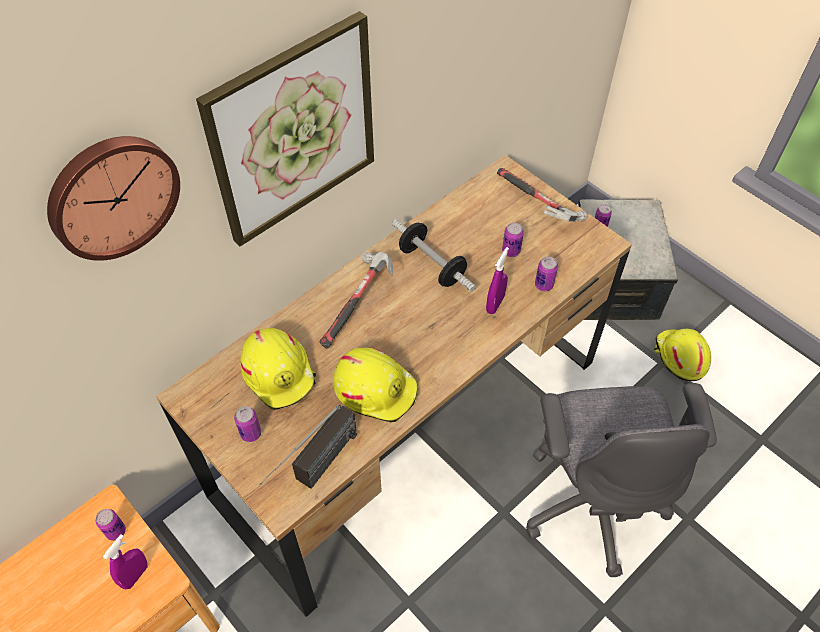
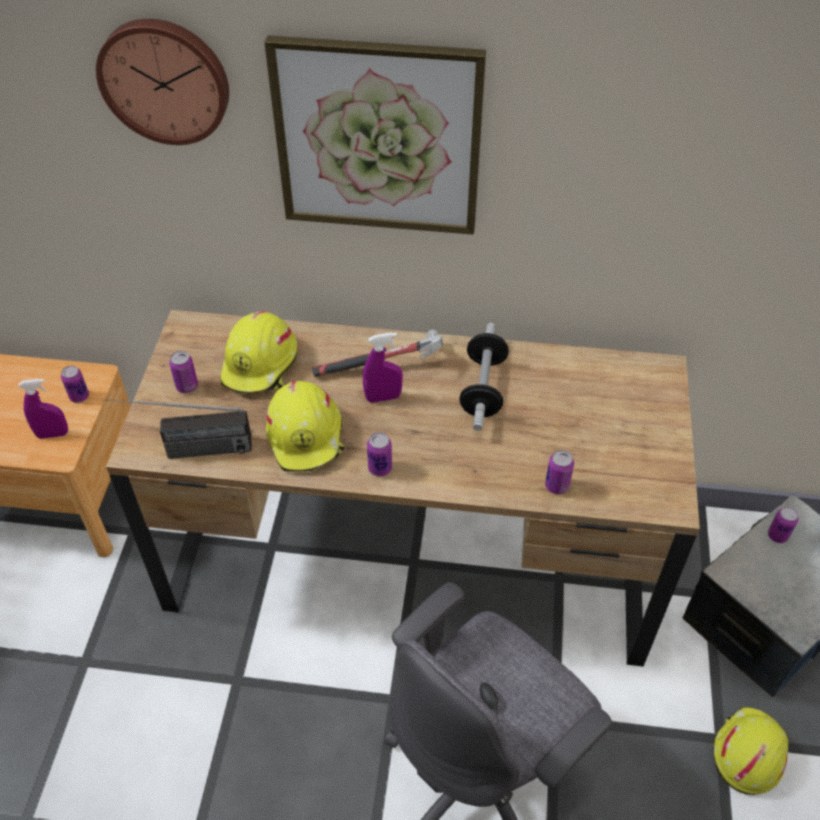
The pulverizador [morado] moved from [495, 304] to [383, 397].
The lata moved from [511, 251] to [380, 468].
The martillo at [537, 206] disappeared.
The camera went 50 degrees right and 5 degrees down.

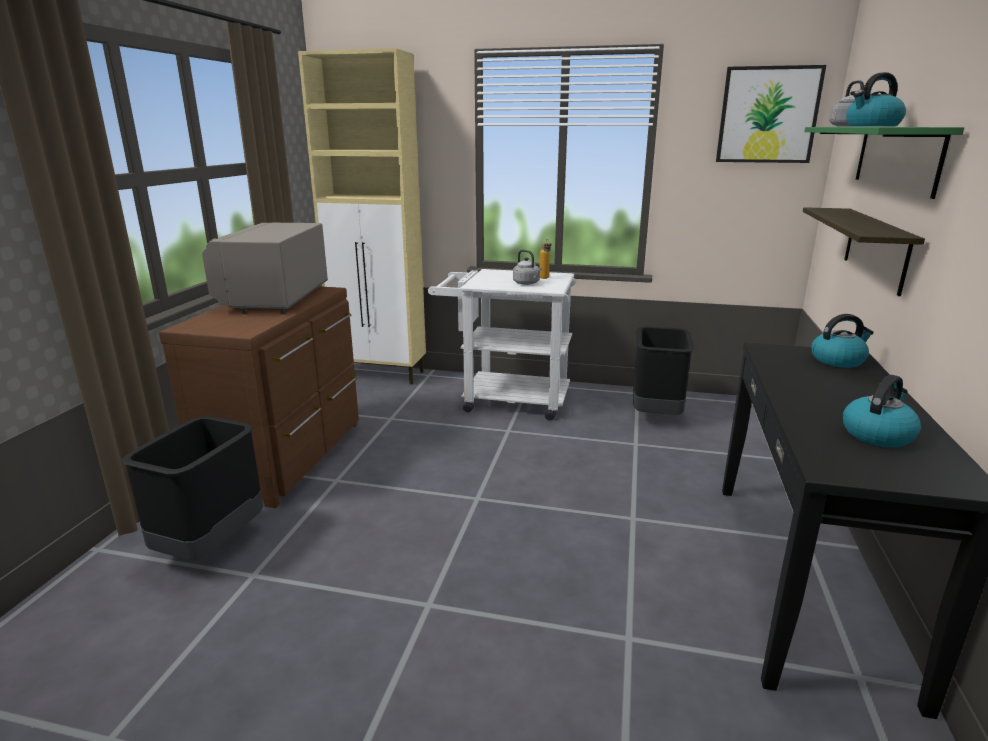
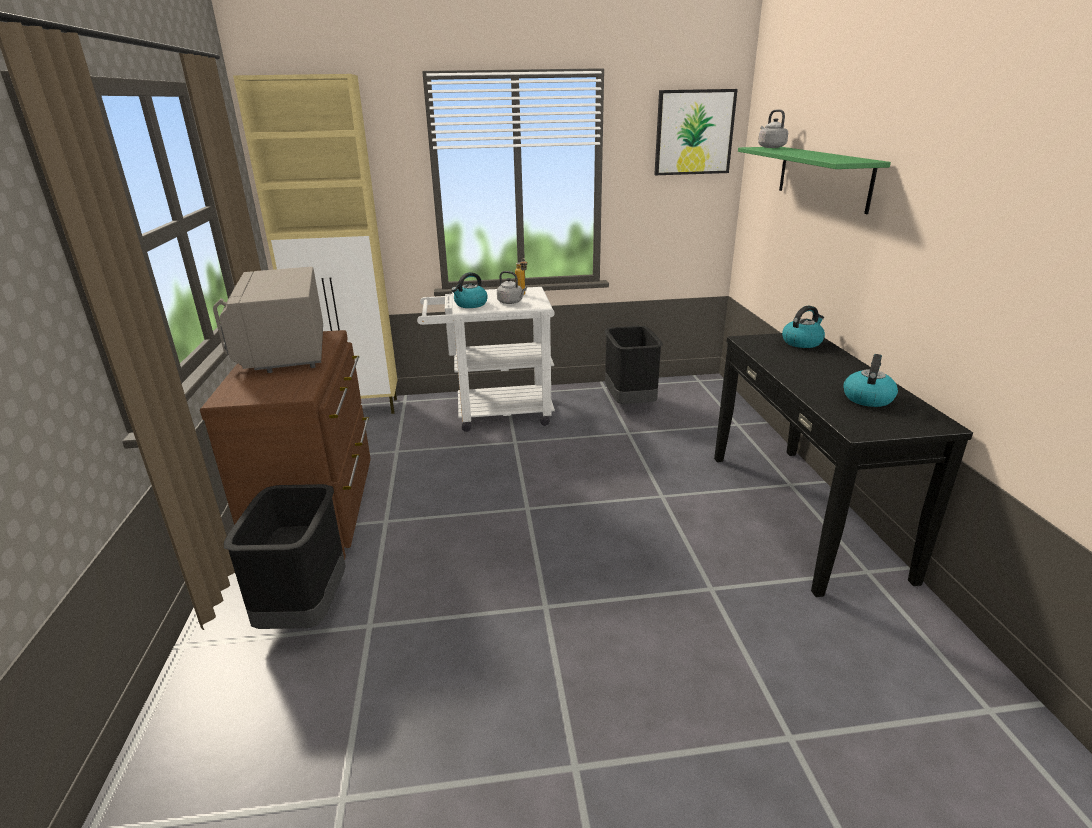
The hervidor moved from [872, 126] to [470, 304].
The estante at [876, 248] disappeared.
The camera went 20 degrees left and 5 degrees up.

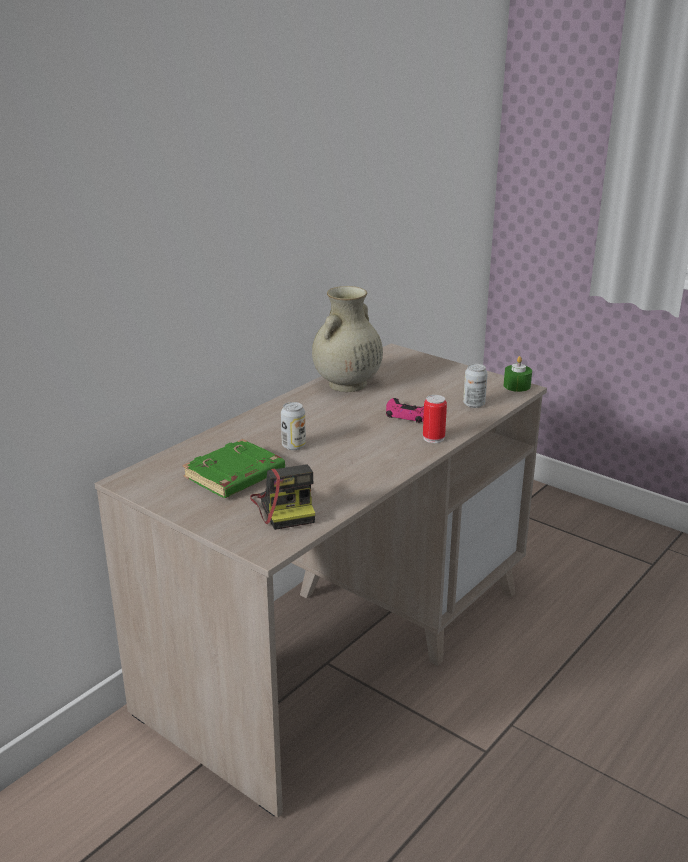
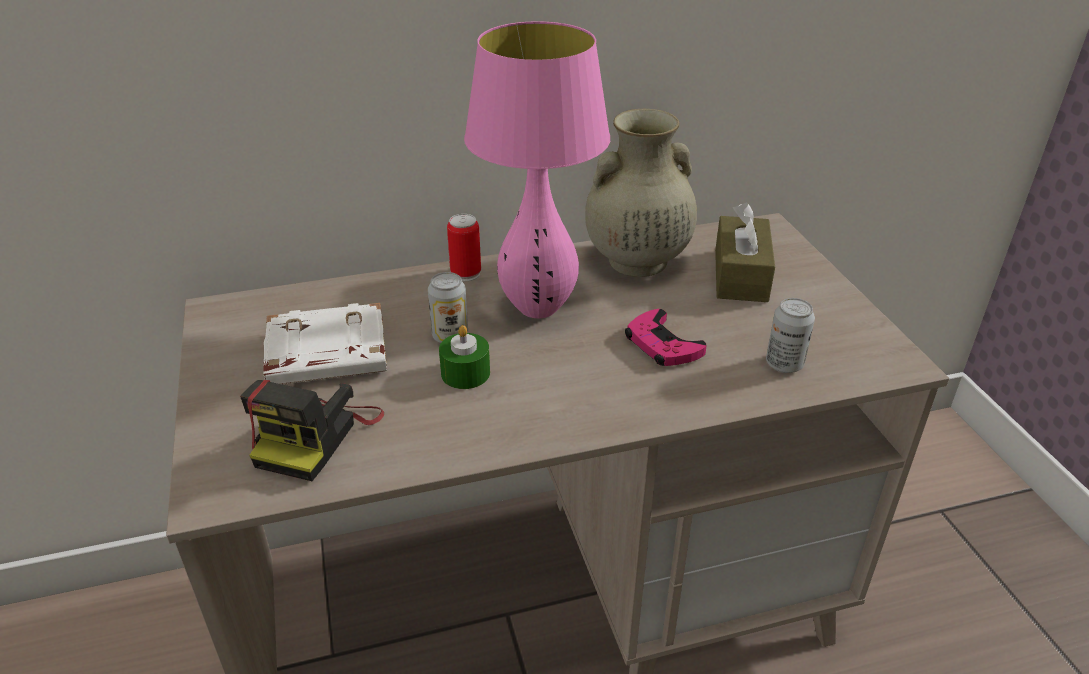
The libro [verde] at [235, 476] became the libro [blanco] at [326, 355].
The vela [verde] moved from [517, 386] to [465, 373].
The lata moved from [433, 438] to [466, 273].
The lámpara de mesa [rosa] at [538, 309] appeared.
The caja de pañuelos [marrón] at [740, 275] appeared.
The camera went 35 degrees right and 10 degrees up.

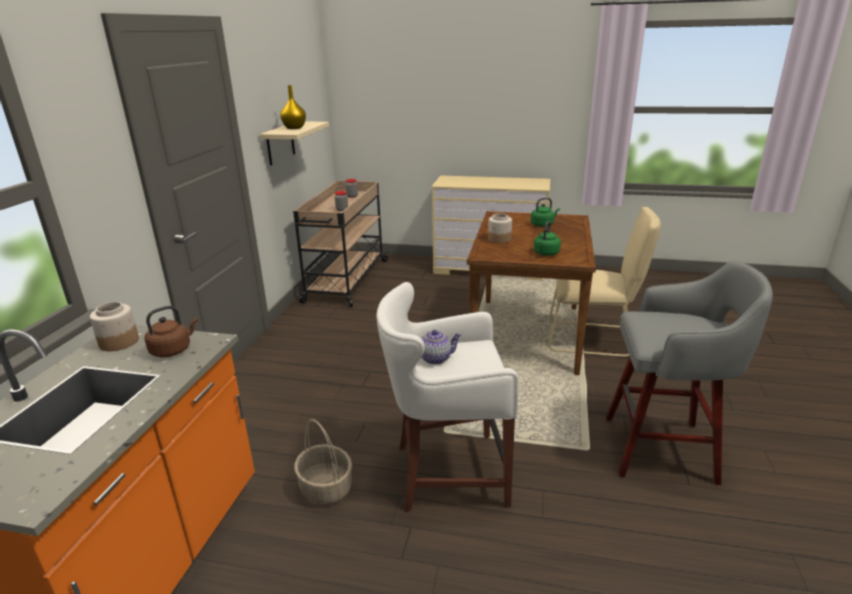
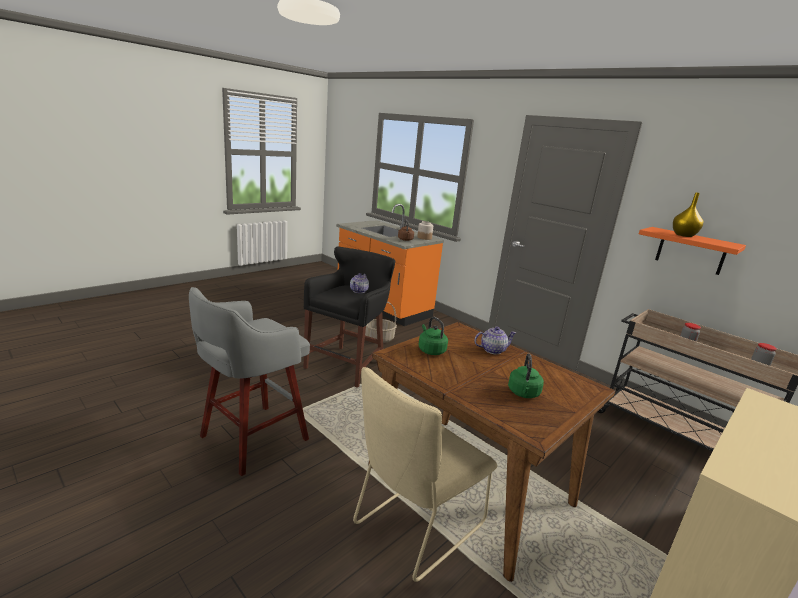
The taburete [blanco] at [446, 472] became the taburete [negro] at [348, 364].
The tarro at [499, 239] was replaced by the tetera at [492, 350].
The estante [beis] at [280, 143] became the estante [naranja] at [691, 251].
The camera went 120 degrees right and 5 degrees down.

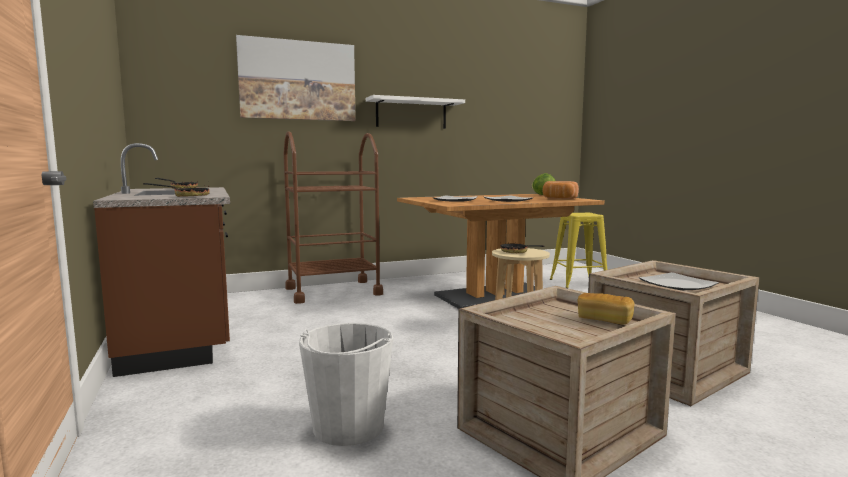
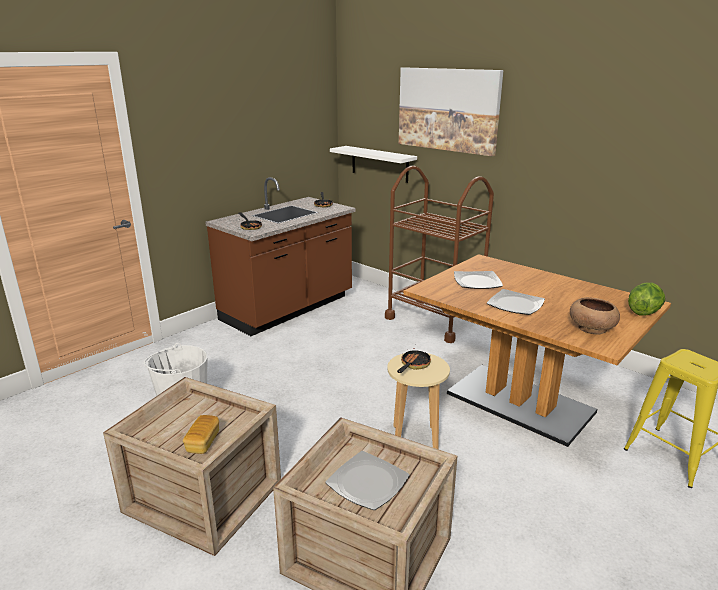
The estante [blanco] moved from [411, 113] to [379, 164].
The pan at [558, 198] was replaced by the cuenco [marrón] at [591, 328].
The camera went 65 degrees right and 15 degrees up.

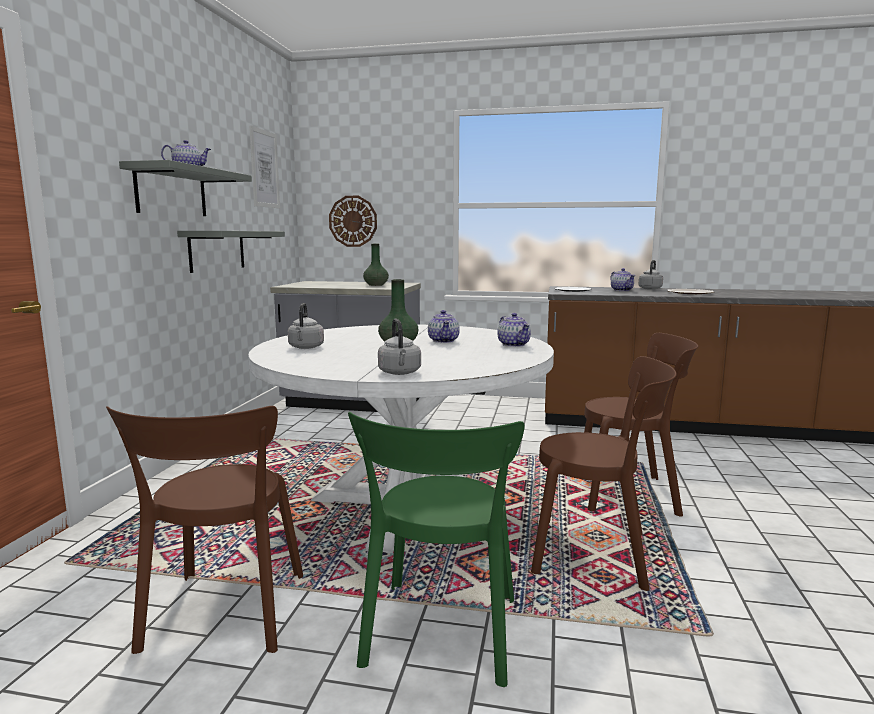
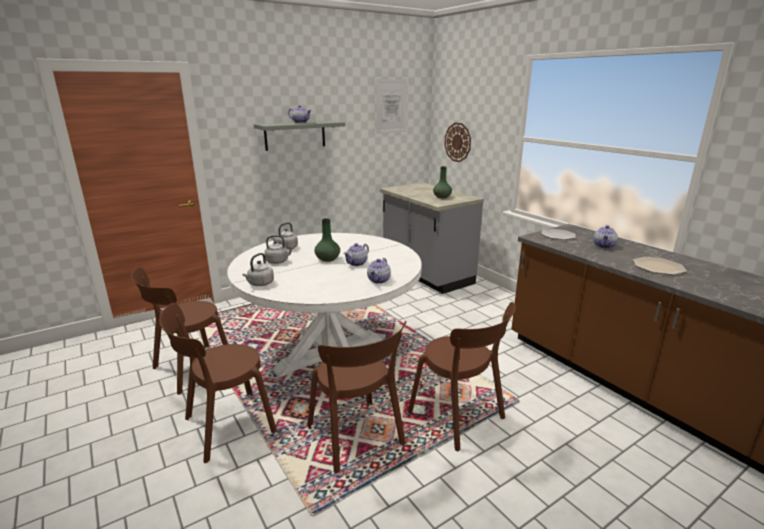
The silla [verde] at [440, 636] became the silla [marrón] at [225, 426].
The hervidor [gris] moved from [650, 288] to [278, 261].
The estante [gris] at [217, 250] disappeared.
The camera went 45 degrees right and 10 degrees up.

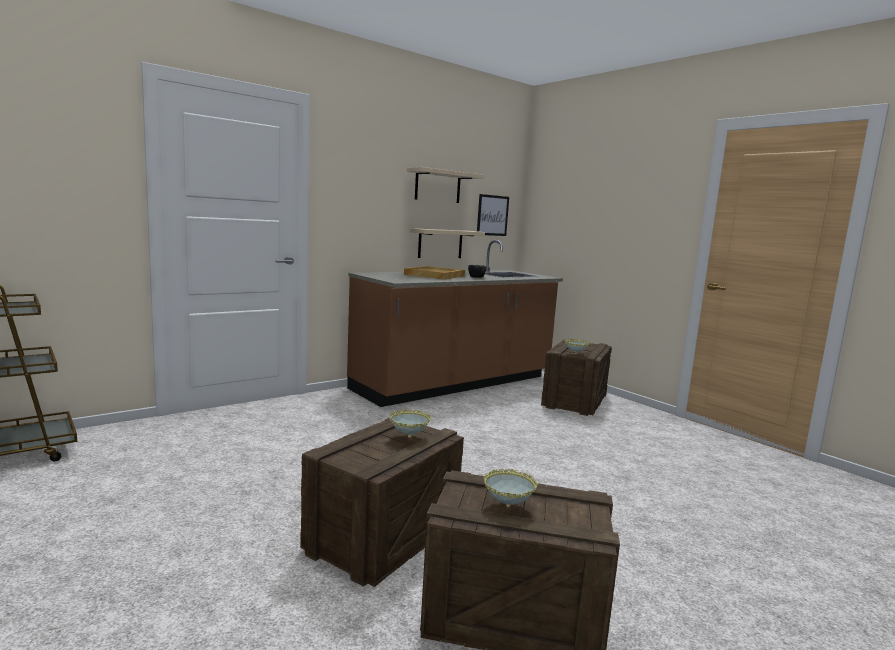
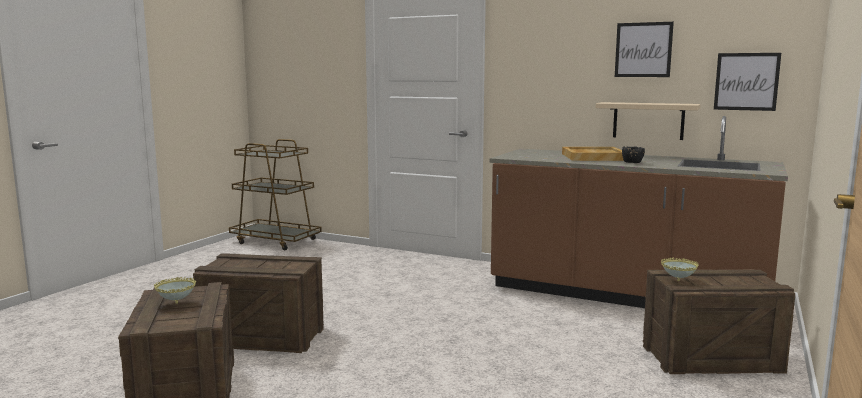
The estante [beis] at [438, 186] was replaced by the cuadro at [643, 50].
The cuenco at [409, 437] disappeared.
The camera went 65 degrees right and 0 degrees up.

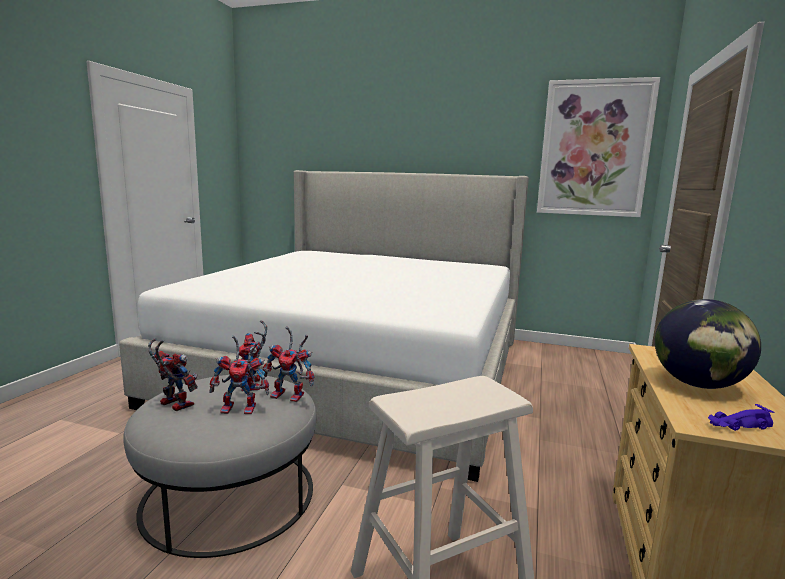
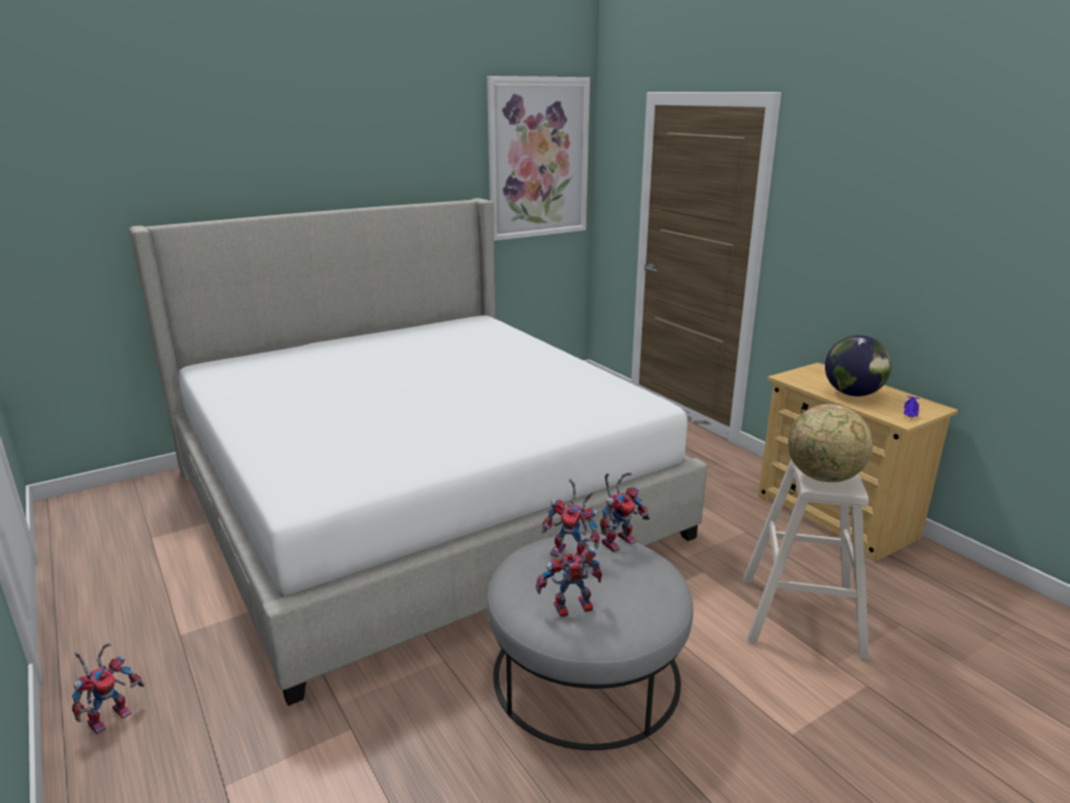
The robot de juguete moved from [242, 408] to [111, 715].
The globo terráqueo at [823, 478] appeared.
The camera went 50 degrees left and 10 degrees up.

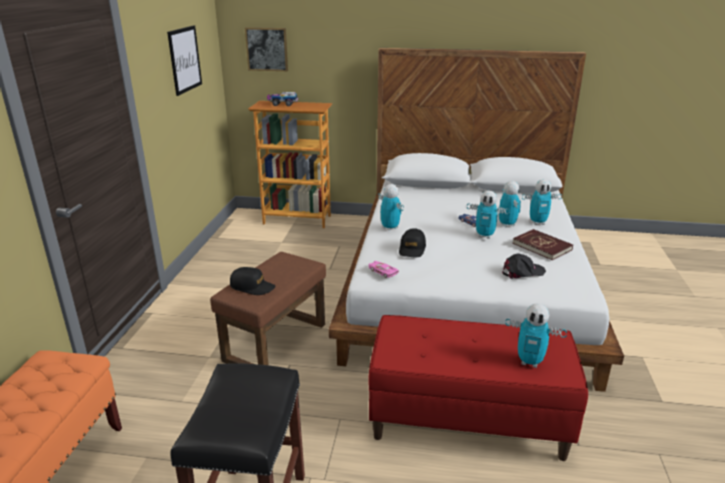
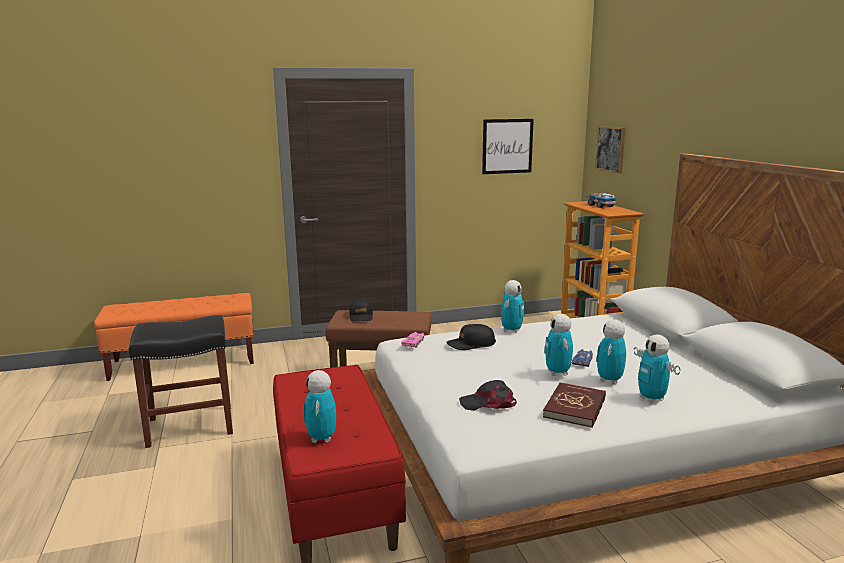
The gorra [negro] at [522, 272] turned 135 degrees clockwise.
The robot de juguete at [507, 224] turned 150 degrees clockwise.
The camera went 65 degrees right and 10 degrees down.

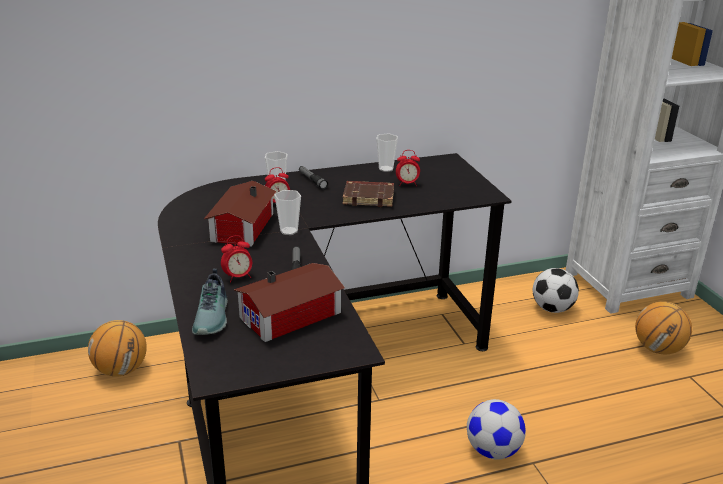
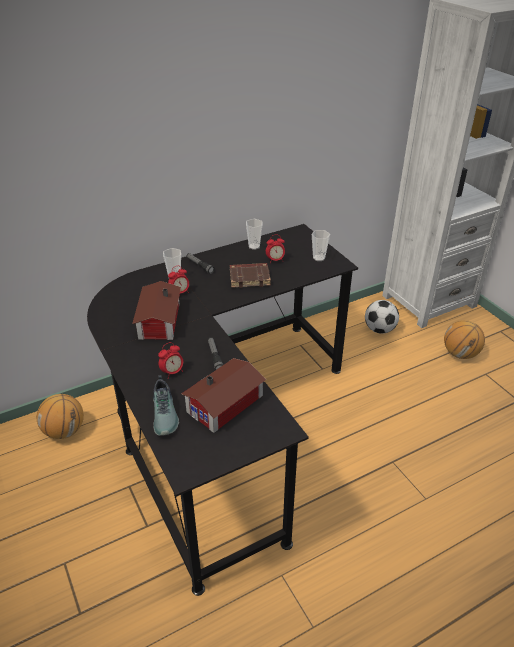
The taza moved from [289, 231] to [319, 258].
The balón de fútbol at [493, 450] disappeared.
The camera went 10 degrees left and 10 degrees up.

